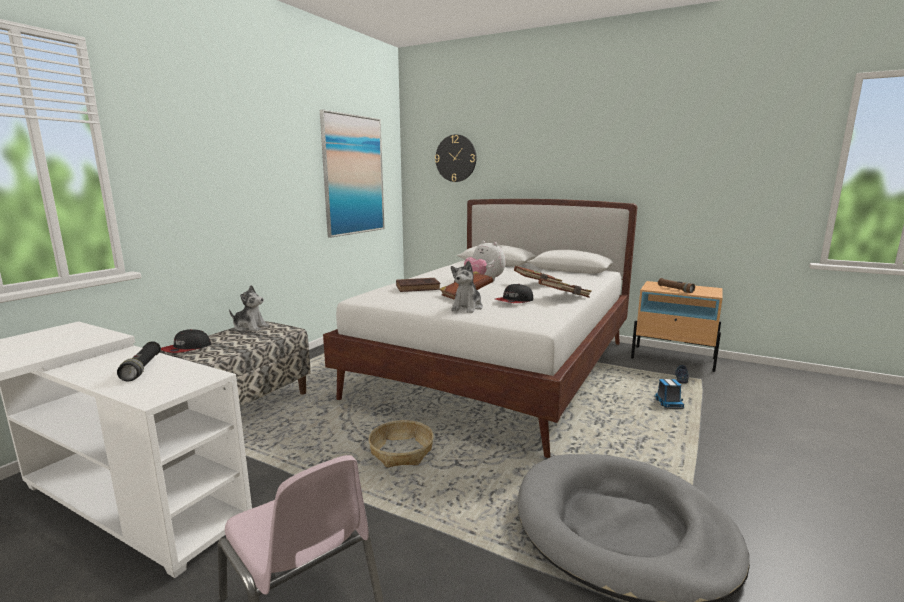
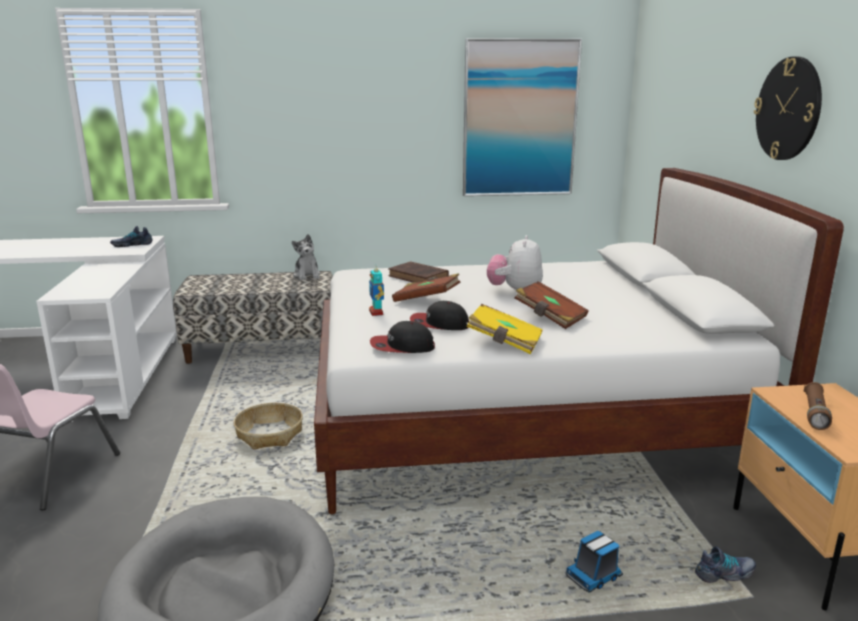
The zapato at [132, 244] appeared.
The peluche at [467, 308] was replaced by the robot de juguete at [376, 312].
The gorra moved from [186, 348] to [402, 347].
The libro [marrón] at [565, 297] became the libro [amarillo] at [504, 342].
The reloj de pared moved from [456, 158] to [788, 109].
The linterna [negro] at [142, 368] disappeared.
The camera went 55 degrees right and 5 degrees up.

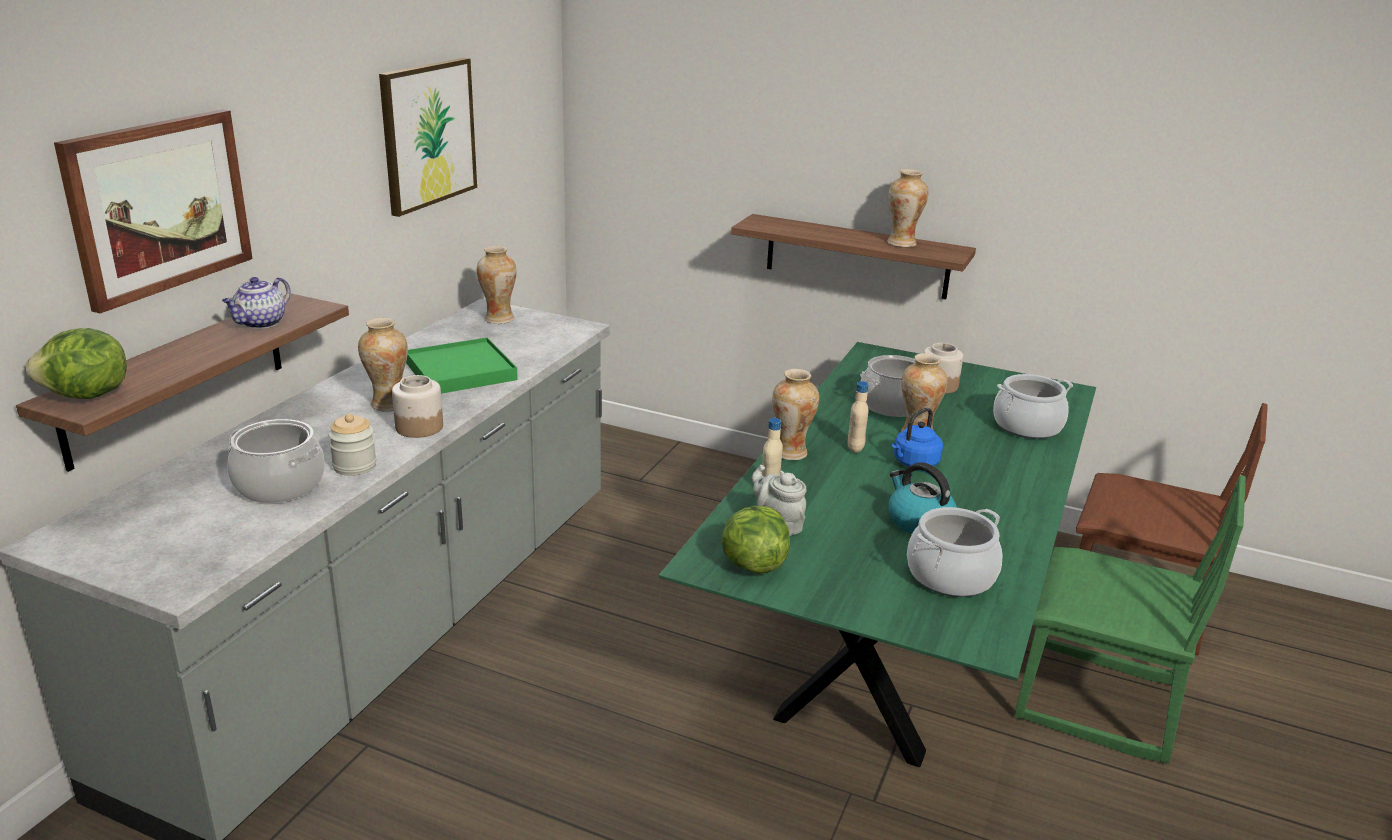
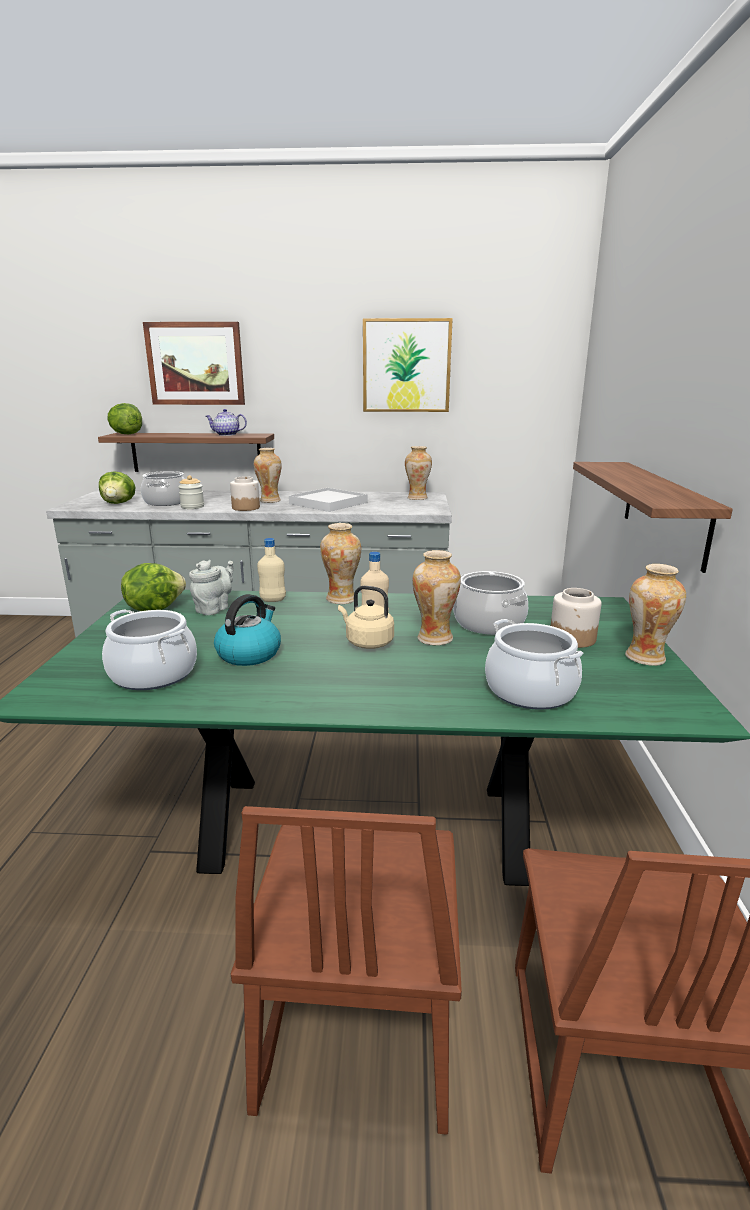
The lechuga at [119, 503] appeared.
The silla [verde] at [1097, 703] became the silla [marrón] at [355, 1022].
The bandeja [verde] at [461, 371] became the bandeja [blanco] at [328, 503].
The hervidor [azul] at [914, 463] became the hervidor [beis] at [367, 642].
The florero moved from [901, 243] to [646, 658].
The camera went 70 degrees right and 5 degrees down.

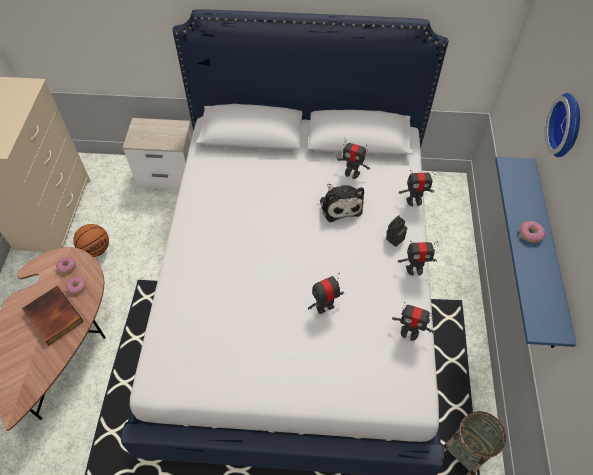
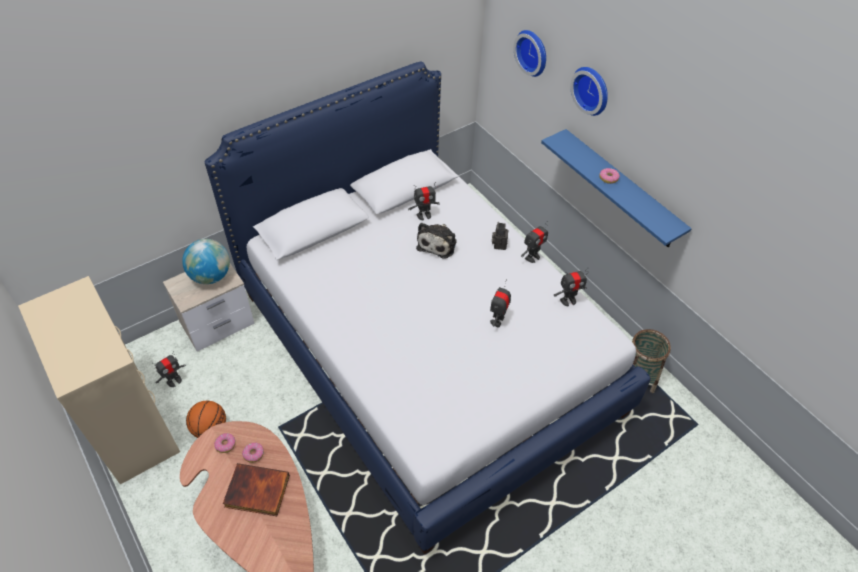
The robot de juguete moved from [414, 201] to [174, 381].
The globo terráqueo at [211, 276] appeared.
The peluche at [340, 205] turned 75 degrees clockwise.
The reloj de pared at [533, 52] appeared.
The camera went 40 degrees left and 5 degrees down.

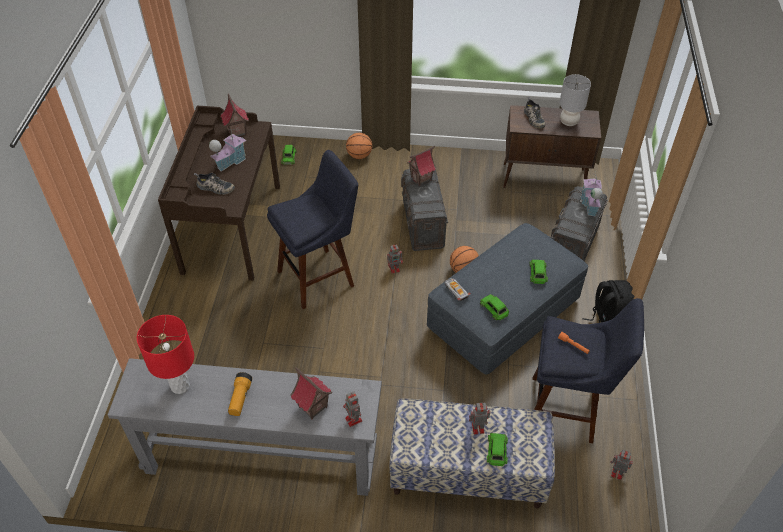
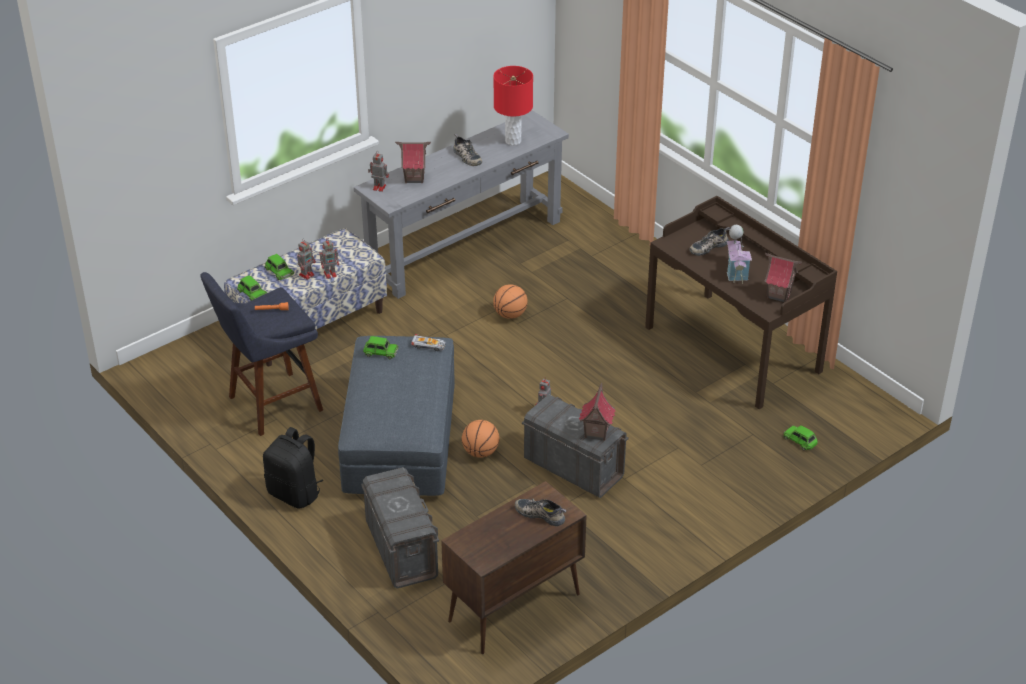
The coche de juguete [verde] moved from [538, 273] to [252, 293].
The robot de juguete moved from [616, 472] to [331, 274].
The linterna at [240, 398] was replaced by the zapato at [466, 157].
The balón de baloncesto moved from [359, 155] to [510, 315].
The taburete [azul] at [320, 276] disappeared.
The lámpara de mesa [gris] at [569, 122] disappeared.
The casita at [589, 205] disappeared.
The camera went 135 degrees right and 10 degrees down.

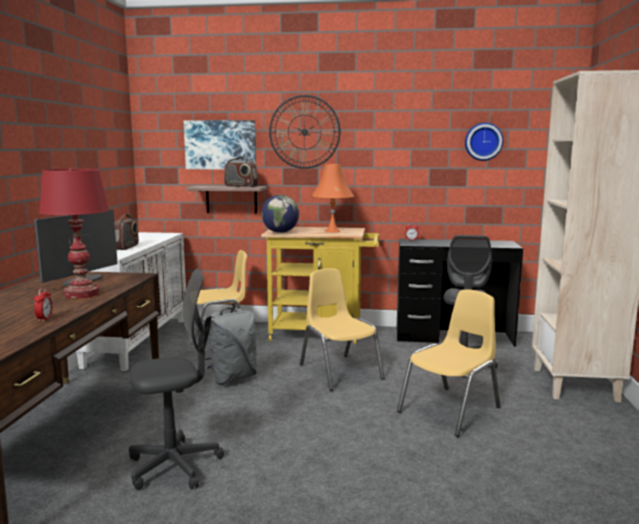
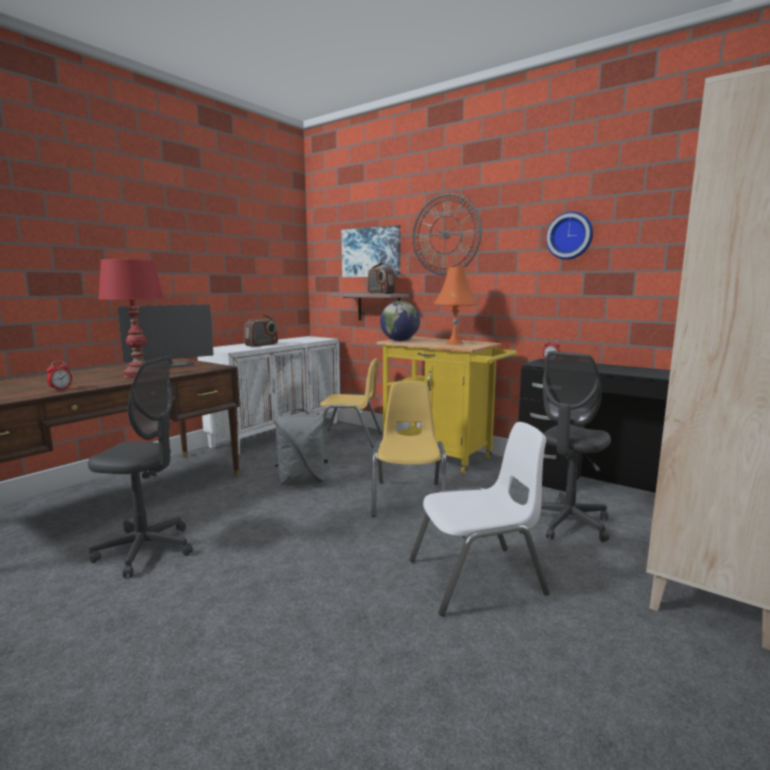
The silla [amarillo] at [451, 410] became the silla [blanco] at [477, 578].
The reloj de pared moved from [483, 141] to [570, 236].
The camera went 30 degrees right and 0 degrees up.

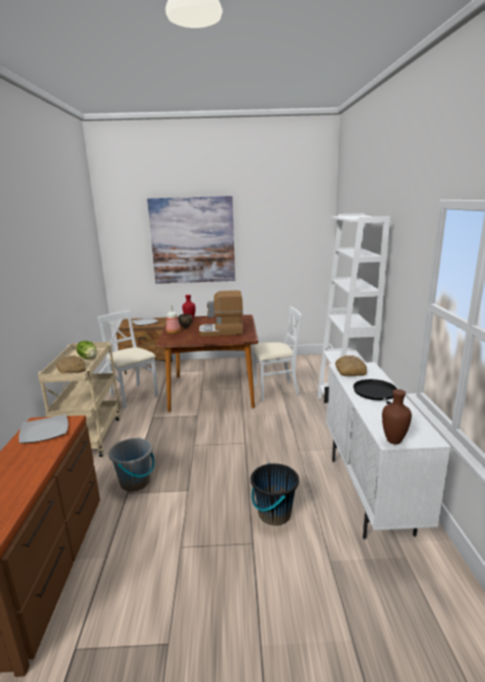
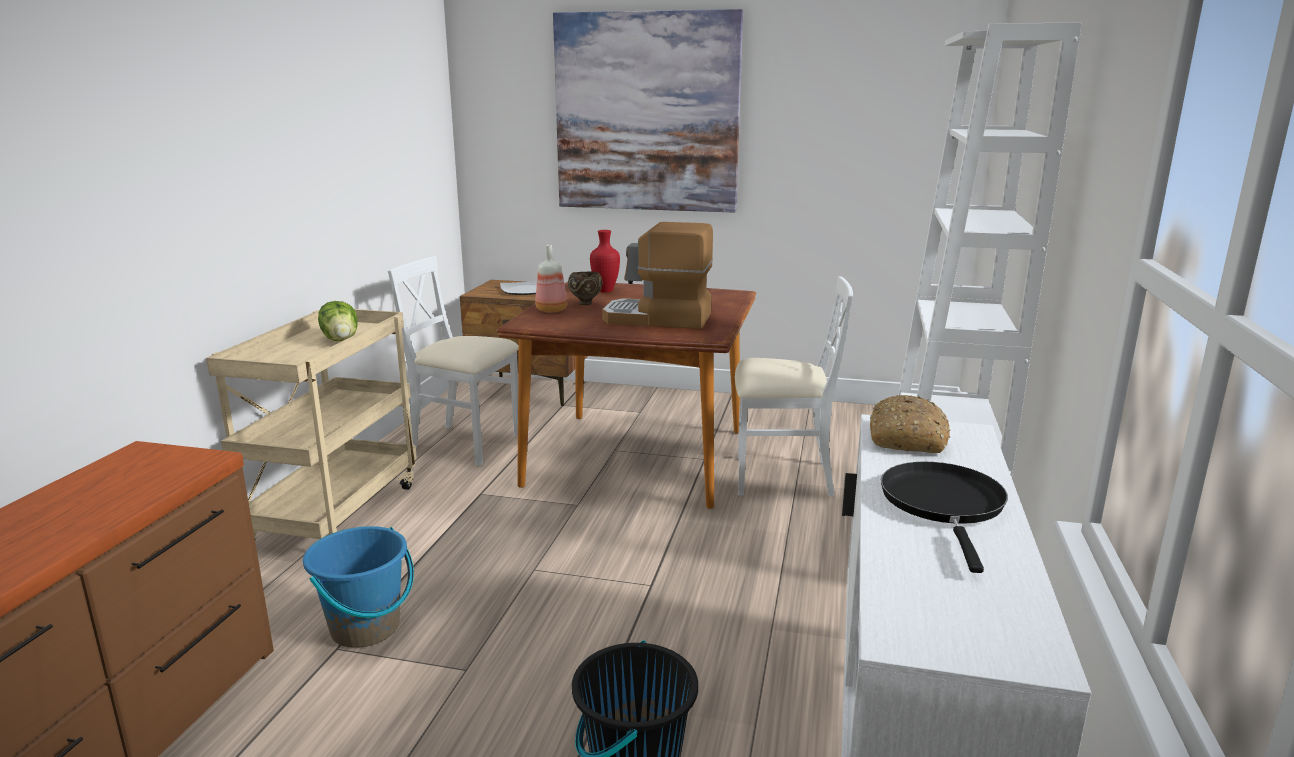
The cubo [gris] at [135, 482] became the cubo [azul] at [366, 628].
The silla [blanco] at [133, 396] turned 45 degrees counterclockwise.
The plato at [44, 431] disappeared.
The pan at [72, 370] disappeared.
The florero [marrón] at [394, 441] disappeared.
The camera went 15 degrees right and 0 degrees up.

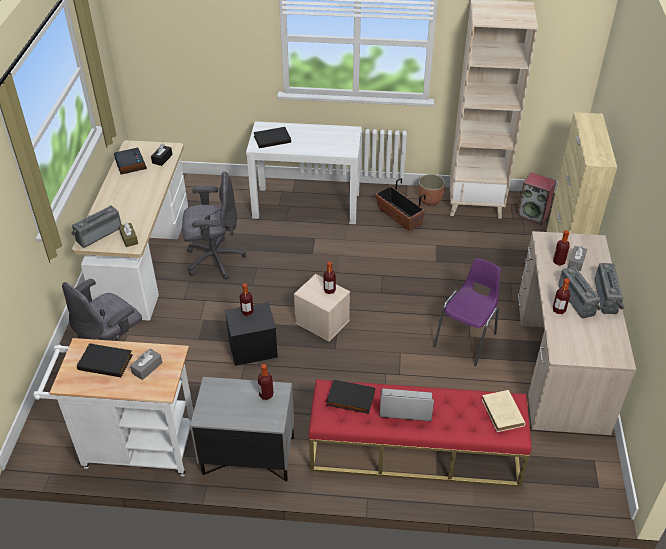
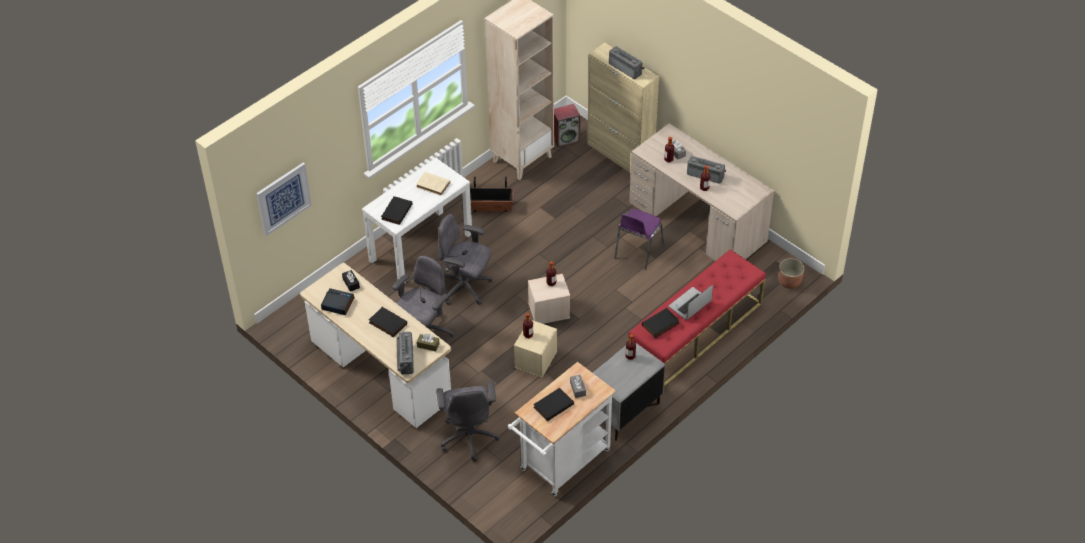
The cuadro at [283, 198] appeared.
The libro [negro] at [387, 324] appeared.
The libro [beis] moved from [503, 413] to [434, 185].
The silla de oficina [gris] at [465, 287] appeared.
The caja de almacenaje [negro] at [252, 348] became the caja de almacenaje [beis] at [536, 360].
The radio moved from [608, 297] to [626, 68].
The silla [morado] at [466, 339] turned 135 degrees counterclockwise.
The maceta moved from [430, 200] to [789, 282].
The camera went 50 degrees left and 5 degrees up.

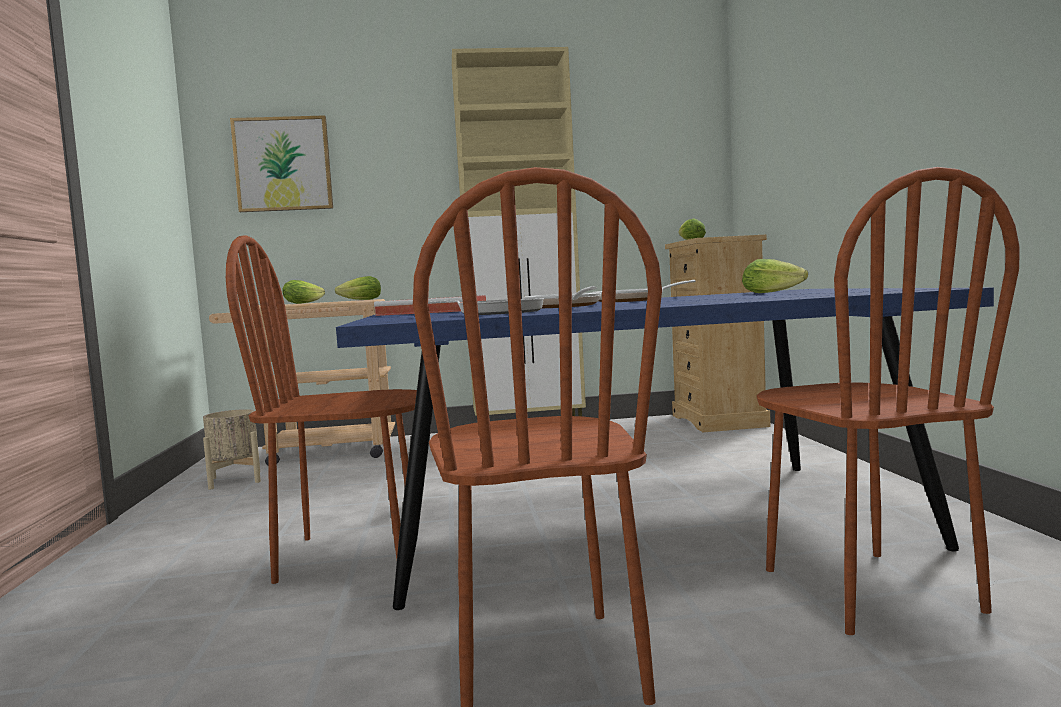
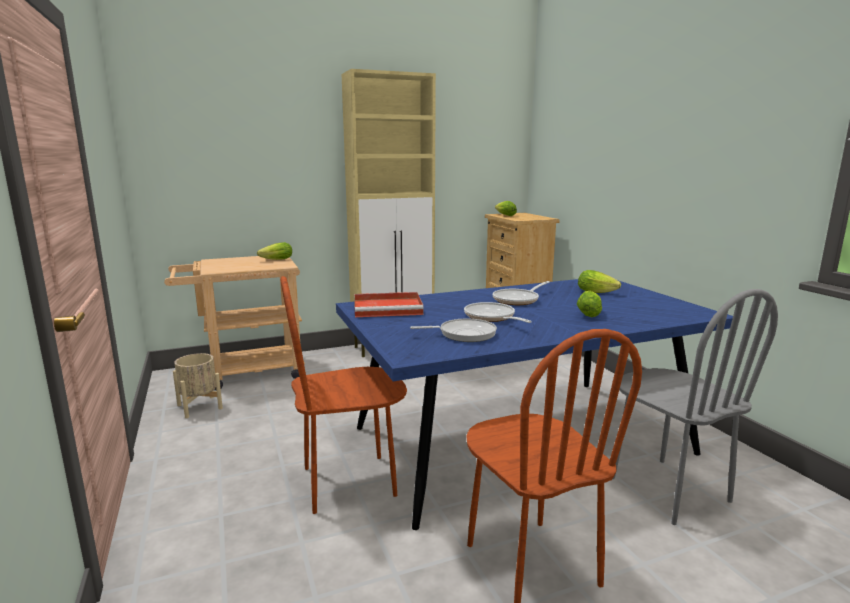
The lechuga moved from [306, 303] to [589, 313].
The silla [marrón] at [867, 590] became the silla [gris] at [668, 489].
The cuadro at [283, 164] disappeared.
The camera went 15 degrees left and 10 degrees up.

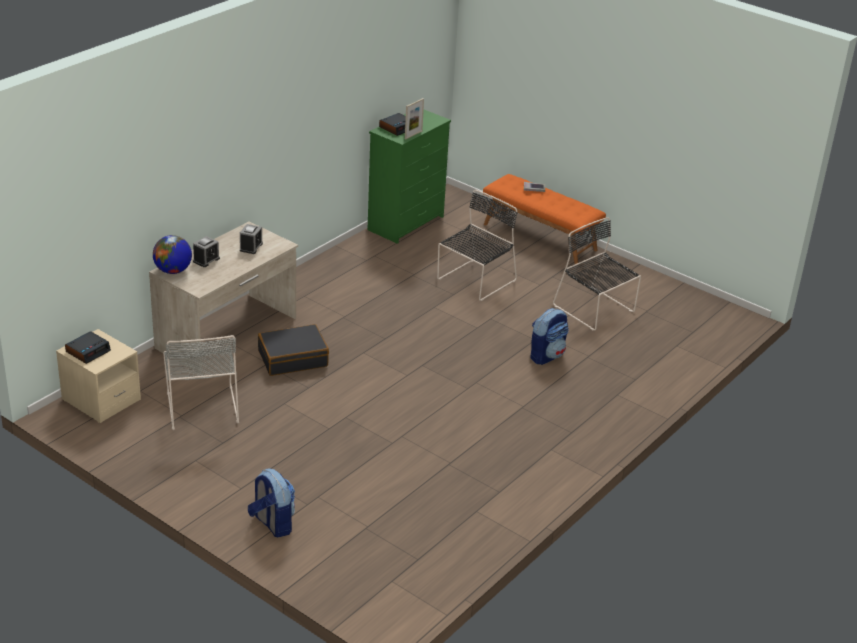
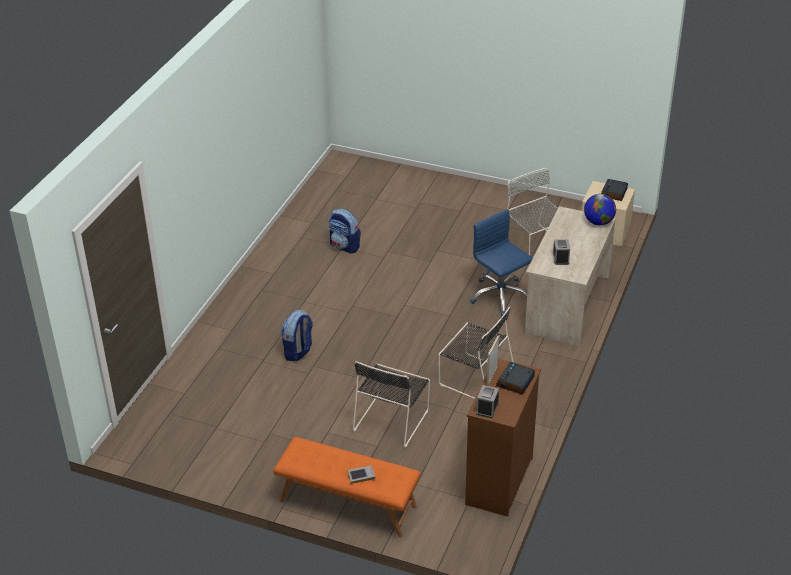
The mochila moved from [272, 524] to [345, 246].
The silla [negro] moved from [595, 310] to [474, 377].
The cómoda [verde] at [406, 223] became the cómoda [marrón] at [498, 481].
The maleta [negro] at [293, 358] was replaced by the silla de oficina [azul] at [500, 296].
The despertador moved from [206, 260] to [487, 408].
The camera went 165 degrees right and 5 degrees up.

